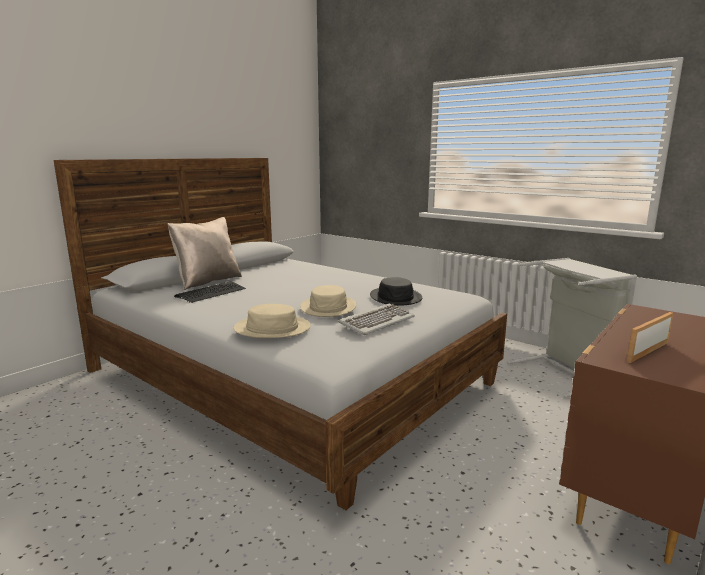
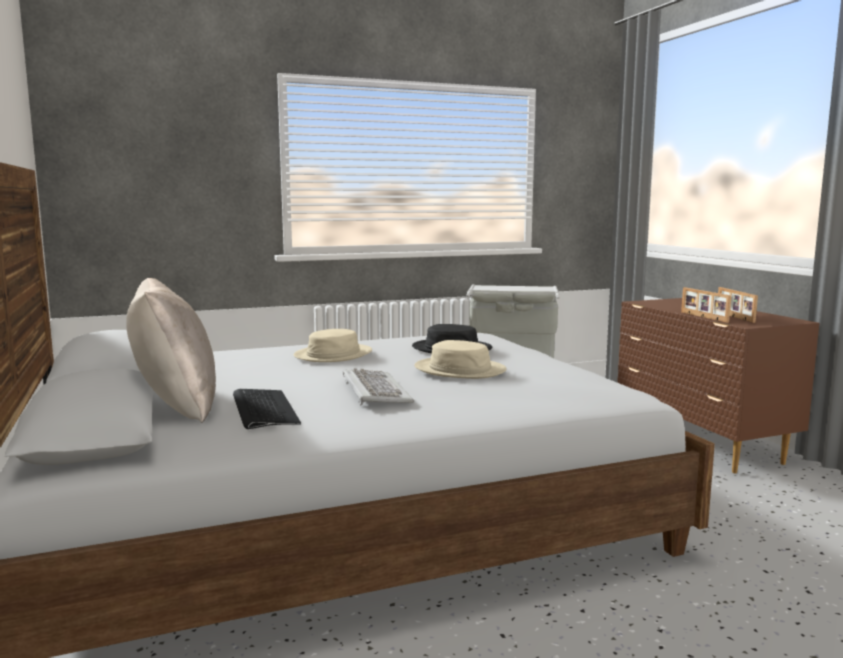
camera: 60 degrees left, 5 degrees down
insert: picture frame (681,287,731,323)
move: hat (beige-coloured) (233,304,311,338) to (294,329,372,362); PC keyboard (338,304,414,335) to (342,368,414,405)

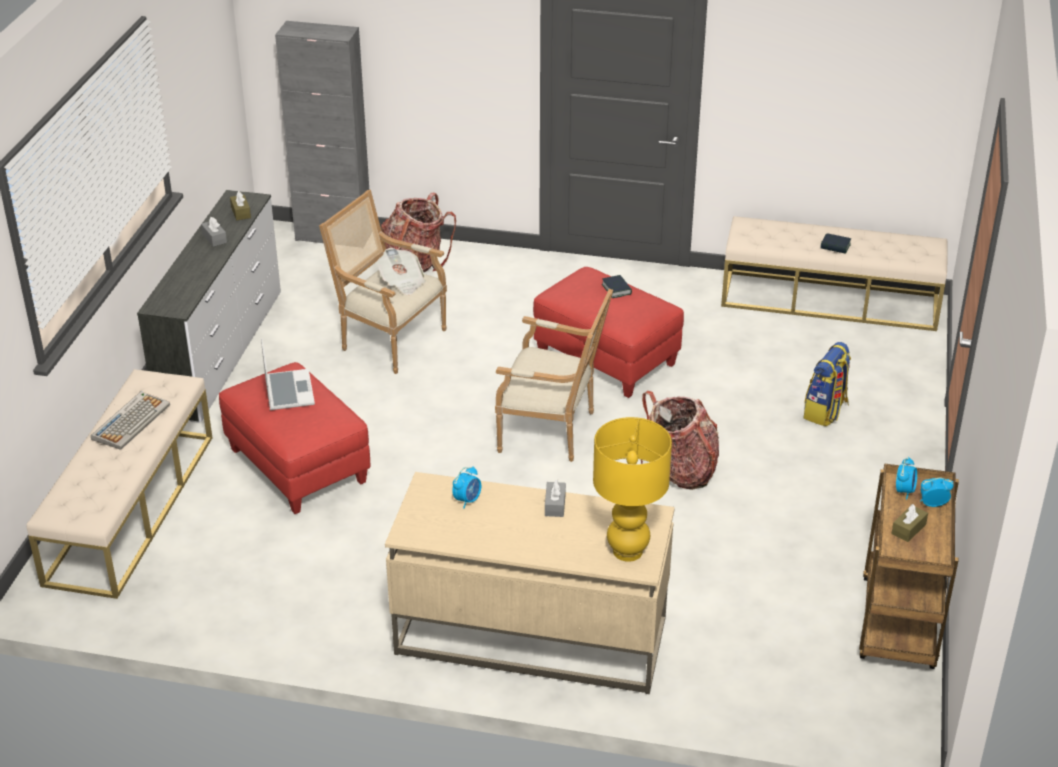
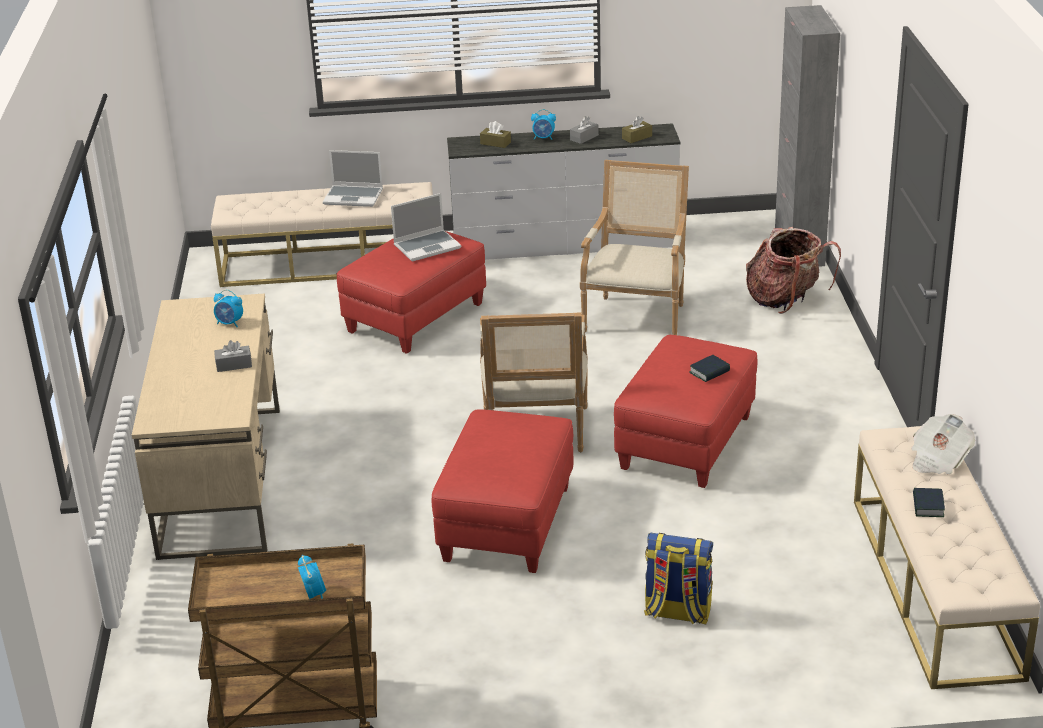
camera: 75 degrees right, 5 degrees down
delete: lamp for a table (yellow) (593,417,672,562)
move: tissue box (brown-coloured) (891,504,928,542) to (480,121,511,148); table clock (896,457,917,499) to (531,109,556,140); newspaper (377,248,426,295) to (911,414,975,474)
replace: PC keyboard (91,391,170,450) to laptop (323,150,383,207); backpack (641,391,719,490) to footrest (red) (432,409,573,573)

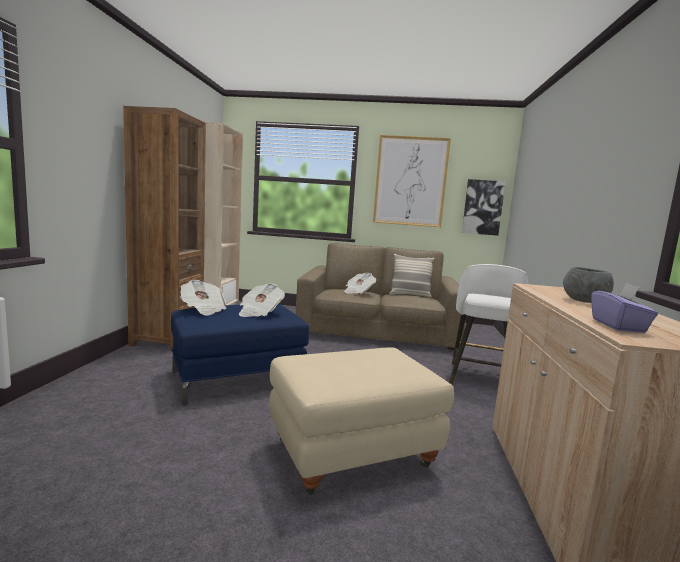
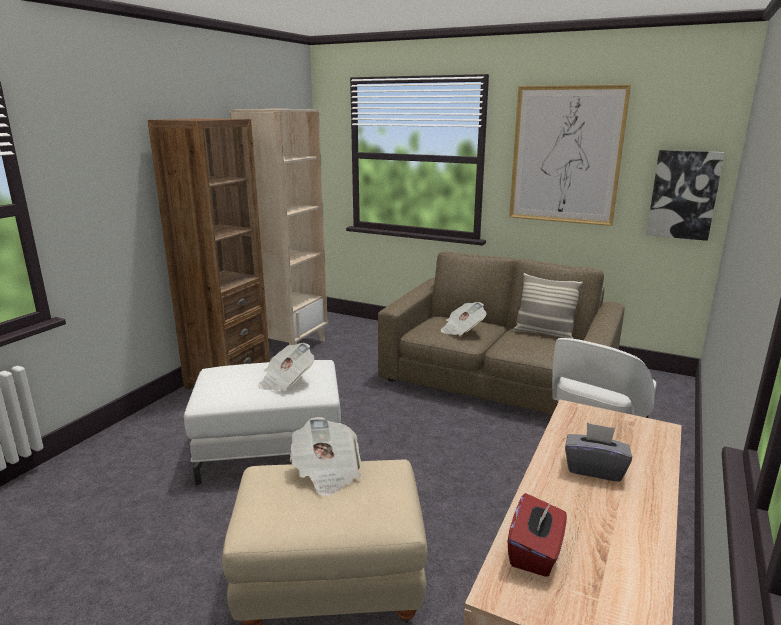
camera: 20 degrees right, 10 degrees up
move: newspaper (180,280,227,316) to (290,417,361,497)
replace: deep dish (gray) (563,267,614,303) to tissue box (gray) (565,422,632,482)
recolor: footrest (blue-coloured) (171,304,309,406) to footrest (whitish) (184,360,341,485); tissue box (purple-coloured) (592,283,658,333) to tissue box (red) (507,493,567,577)

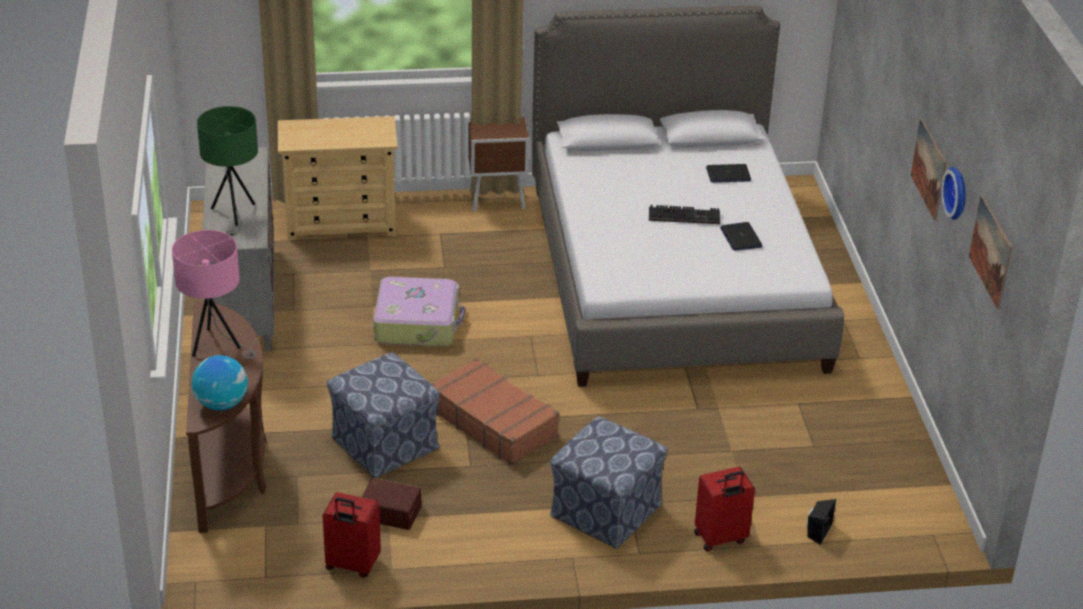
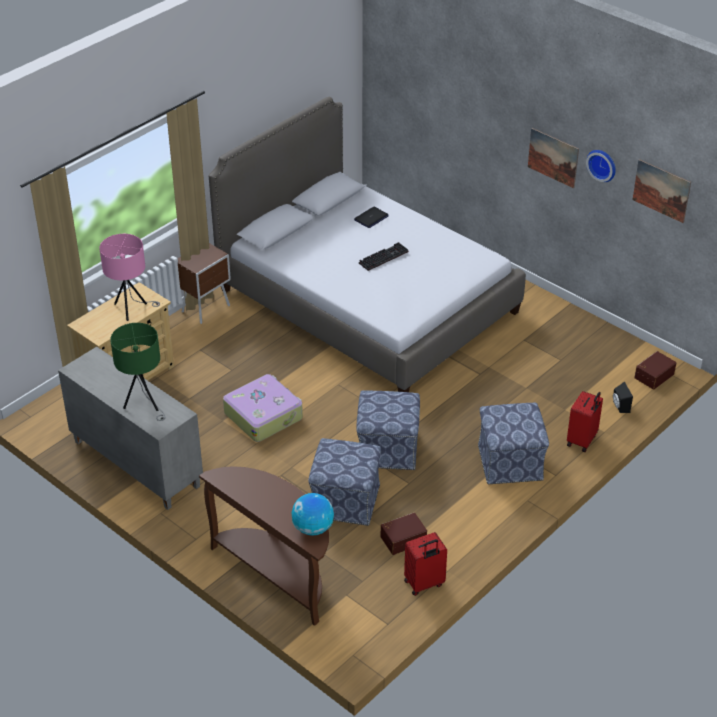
camera: 40 degrees left, 5 degrees up
delete: laptop (720,222,762,251)
insert: storage bin (brown-coloured) (634,351,676,390)
move: lamp for a table (pink) (172,230,256,359) to (99,234,160,321)
replace: piece of luggage (brown-coloured) (430,358,560,466) to footrest (356,390,420,470)

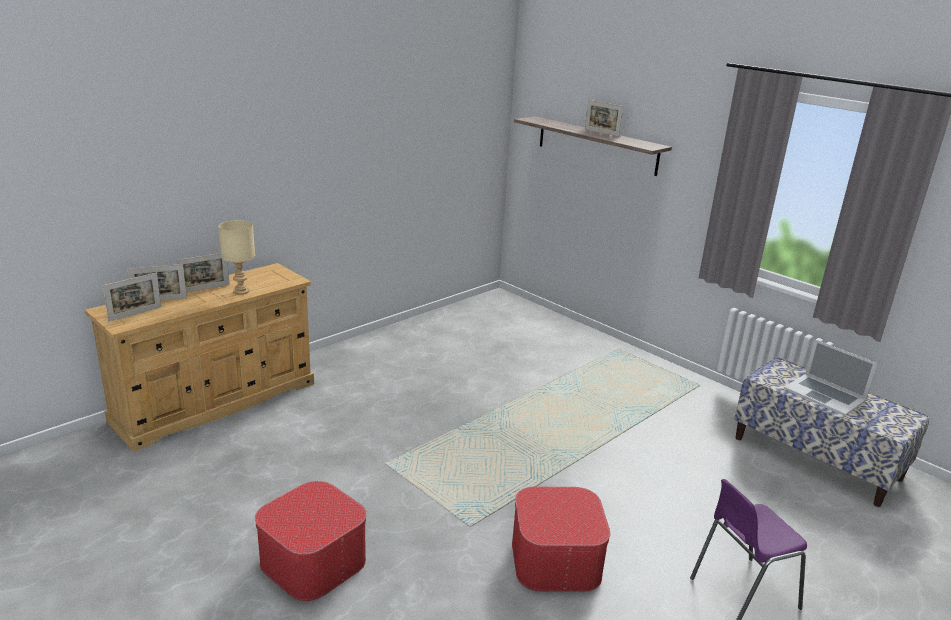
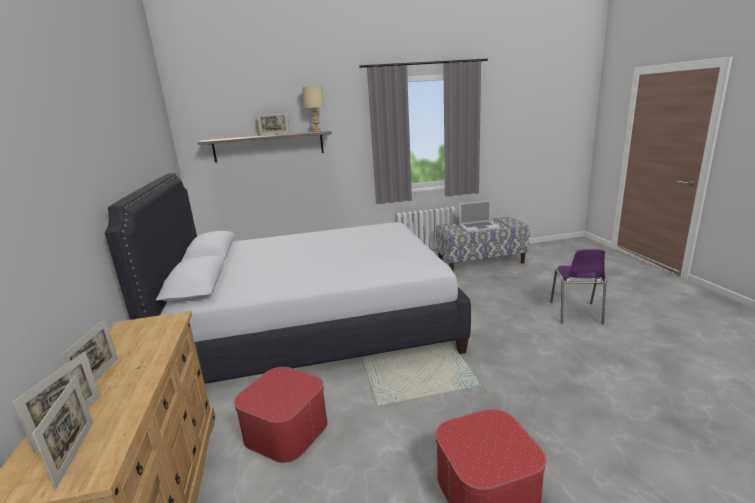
camera: 55 degrees left, 5 degrees down
insert: bed (whitish) (105,173,471,384)
move: footrest (512,487,610,592) to (234,367,328,463); lamp for a table (beige-coloured) (218,220,255,295) to (302,86,324,132)

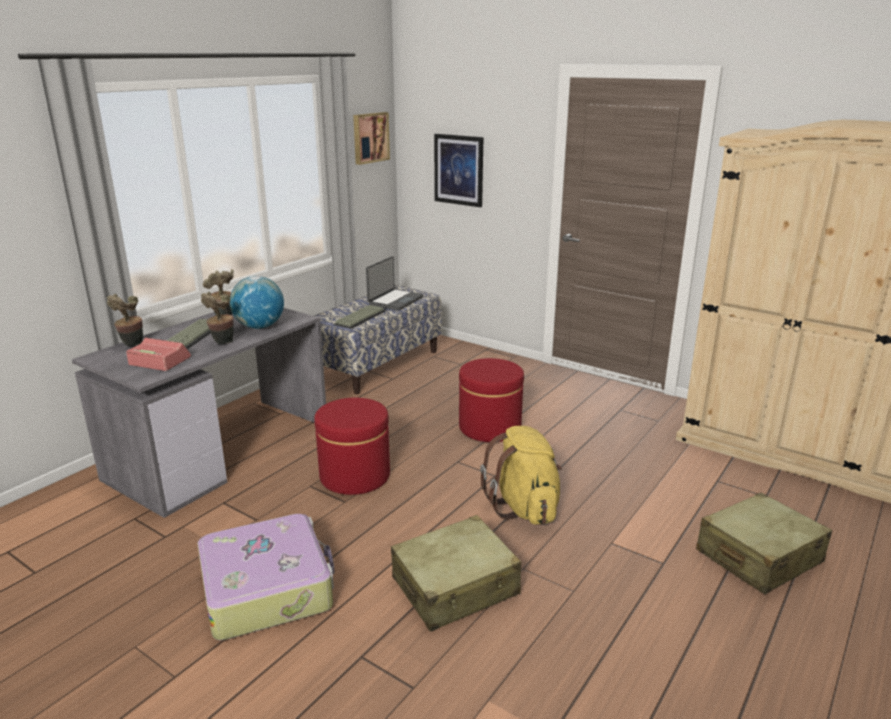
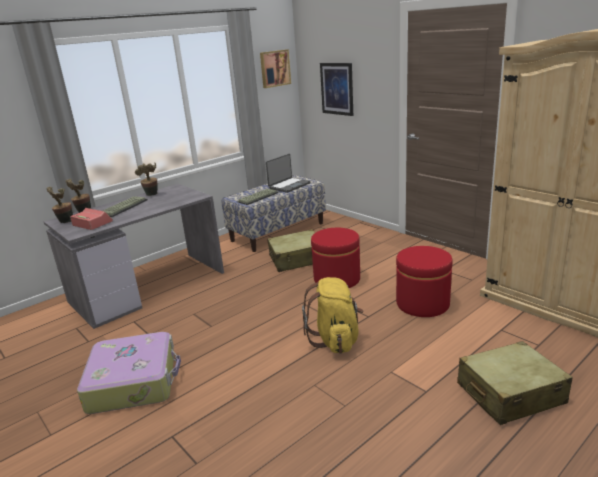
camera: 15 degrees right, 0 degrees up
delete: desk globe (230,276,284,329)
move: plant in a pot (201,292,234,344) to (46,186,73,223); piece of luggage (beige-coloured) (391,515,521,632) to (267,229,315,272); footrest (red) (314,398,390,495) to (396,246,453,317)

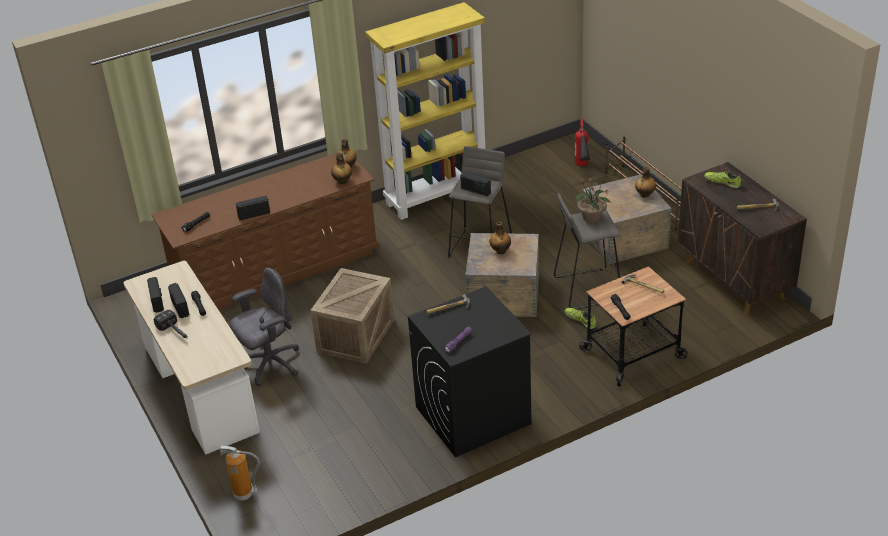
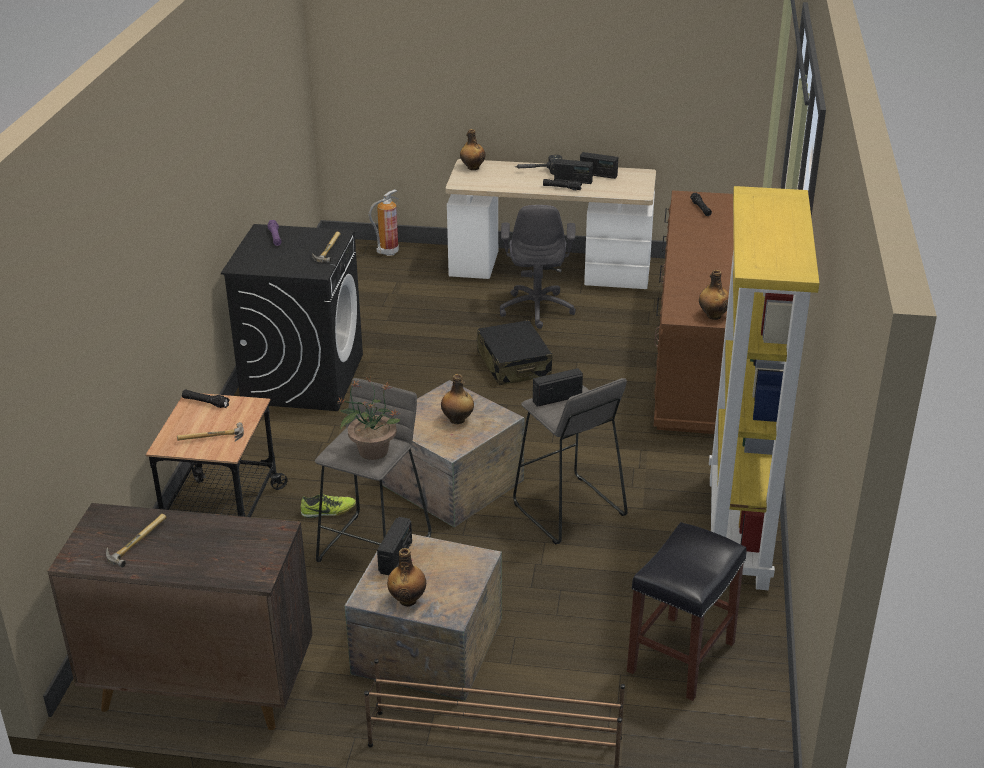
camera: 125 degrees right, 5 degrees down
delete: fire-fighting cylinder (575,116,590,166); low shoe (704,171,741,188)
insert: stool seat (black) (627,522,747,701)
move: radio (236,196,270,220) to (377,517,412,575); drink bottle (331,152,352,184) to (460,129,485,170)
replace: crate (310,268,394,364) to piece of luggage (black) (477,320,552,385)

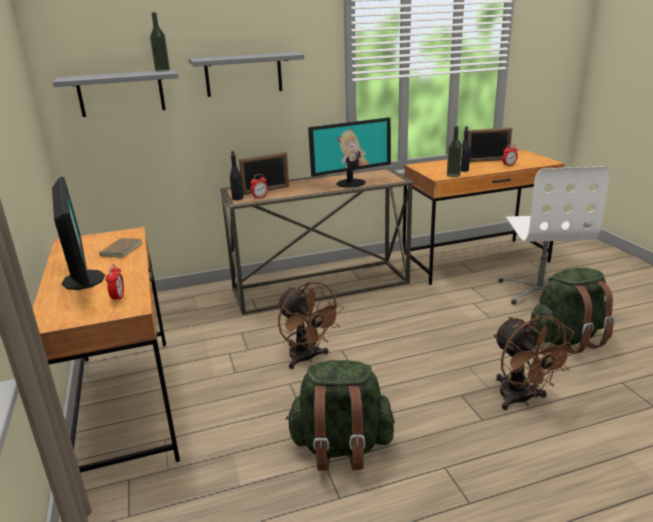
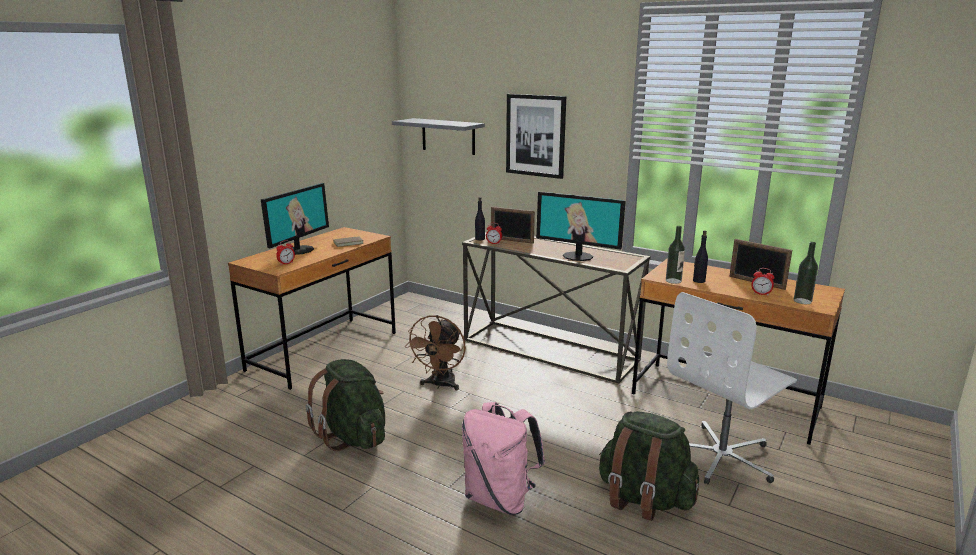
camera: 50 degrees right, 5 degrees down
move: drink bottle (150,12,170,72) to (794,242,818,304)
replace: cooling fan (brown-coloured) (493,316,578,410) to backpack (pink) (462,402,545,515); wall shelf (gray) (189,52,304,97) to picture (506,94,566,179)

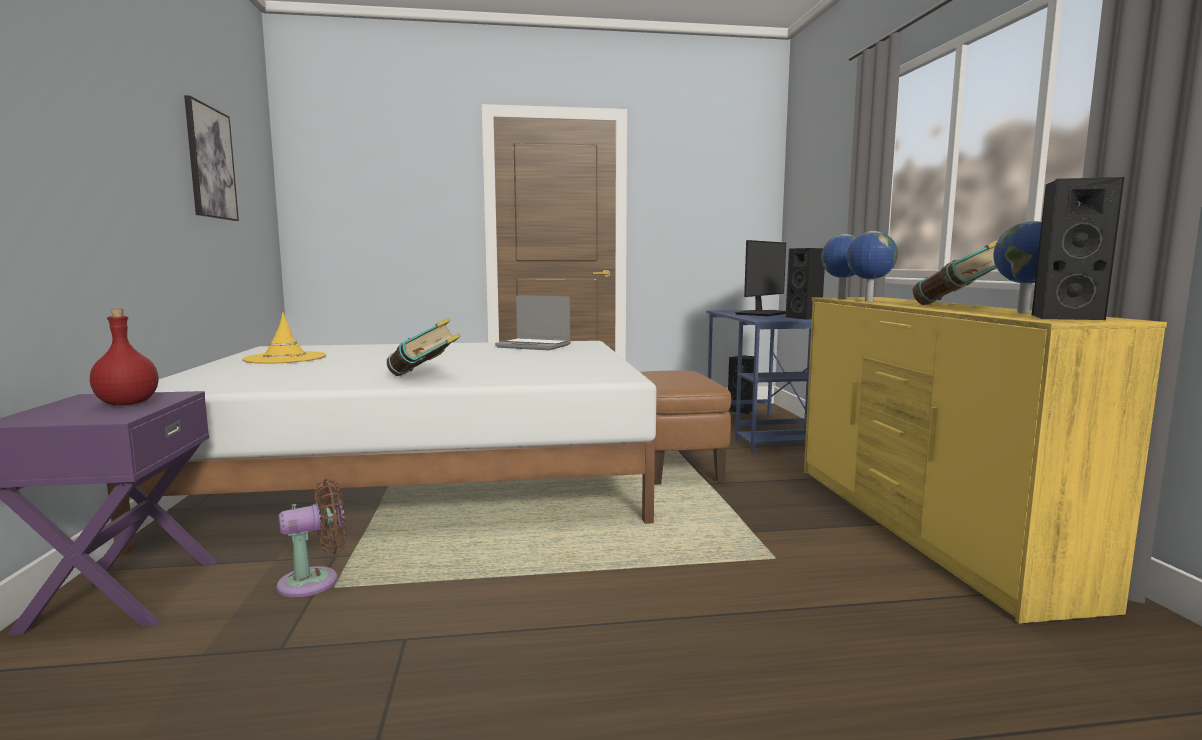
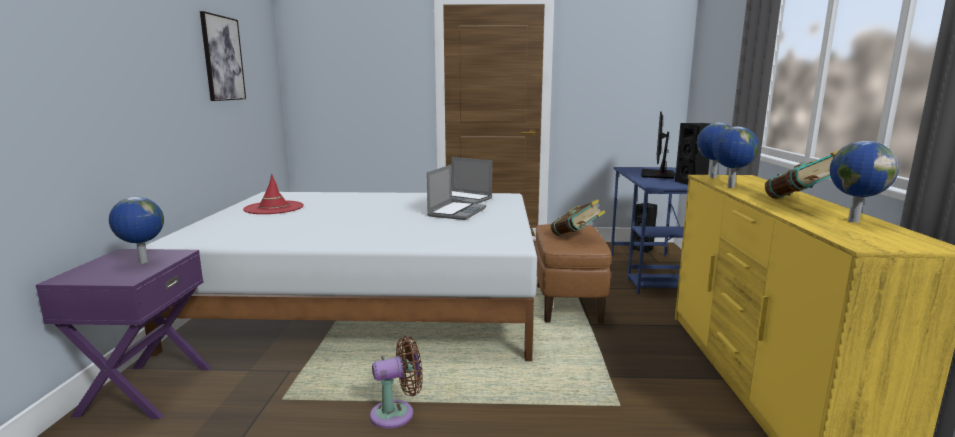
camera: 10 degrees right, 5 degrees up
delete: audio speaker (black) (1032,177,1124,320)
insert: laptop (427,165,486,220)
move: cooling fan (brown-coloured) (276,478,346,597) to (370,336,423,429); bound book (387,317,460,376) to (550,199,606,236)
replace: drink bottle (red) (90,309,158,405) to desk globe (109,197,164,264)
recolor: hat (yellow) (242,312,326,364) to hat (red) (243,174,304,214)
rotate: computer display (735,240,786,316) = (641,111,676,179) 150 degrees clockwise

